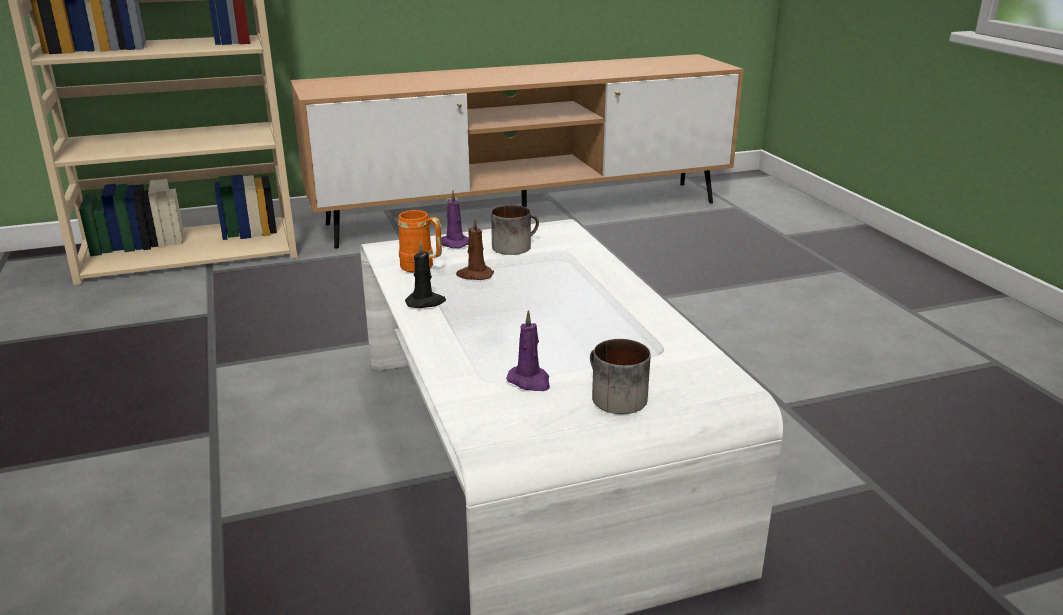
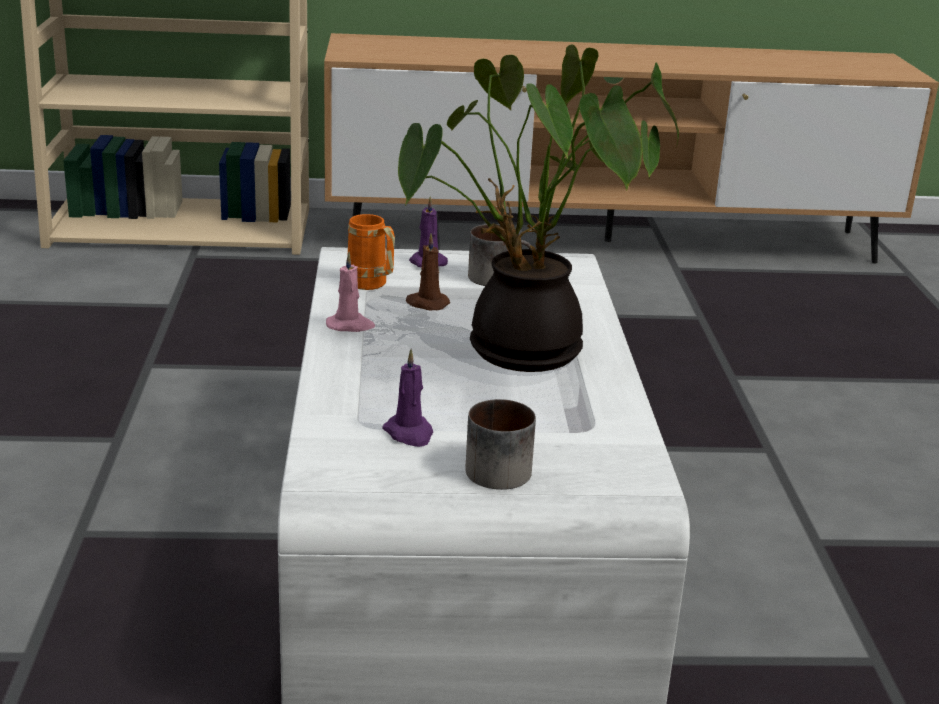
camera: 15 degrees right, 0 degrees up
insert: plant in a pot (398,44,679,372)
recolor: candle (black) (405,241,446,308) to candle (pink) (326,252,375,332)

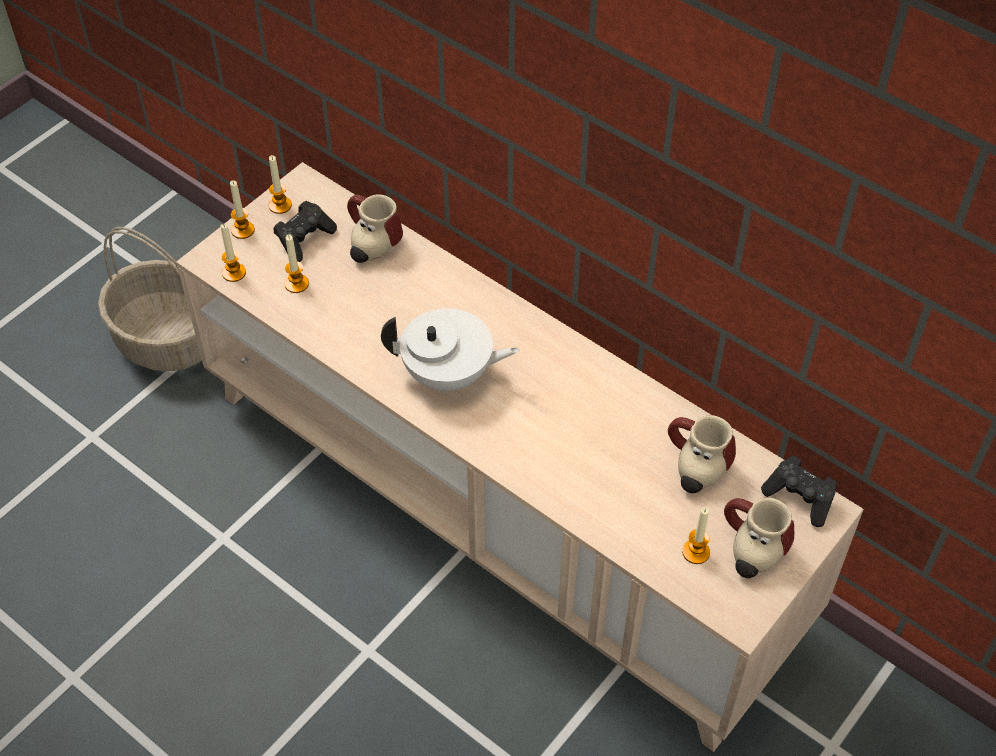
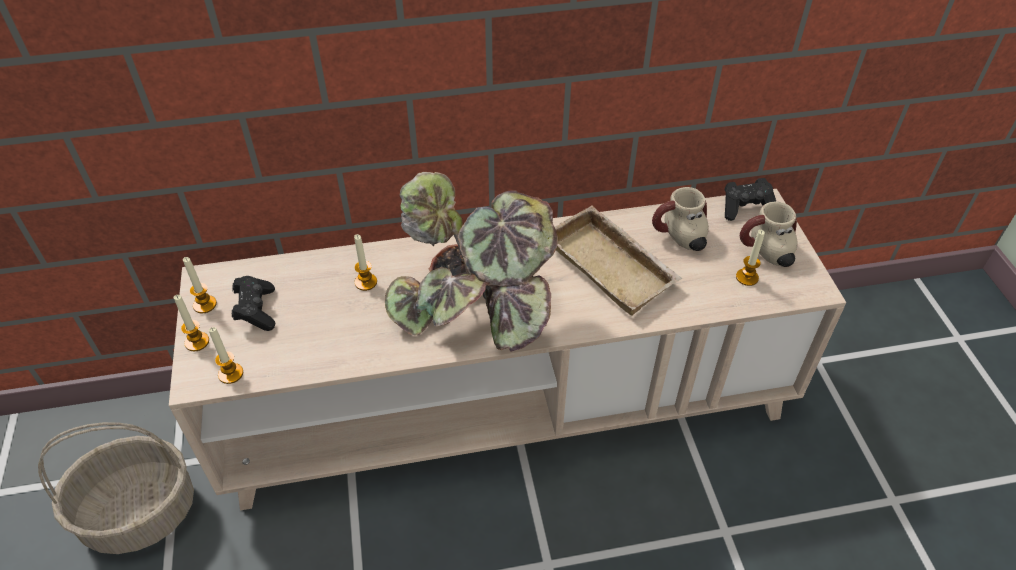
camera: 50 degrees left, 5 degrees down
delete: coffee mug (347,194,403,263)
insert: serving tray (beige-coloured) (555,205,682,316)
move: candle (285,234,309,293) to (354,234,377,291)
replace: tea pot (whitish) (381,308,520,394) to plant in a pot (385,172,558,352)

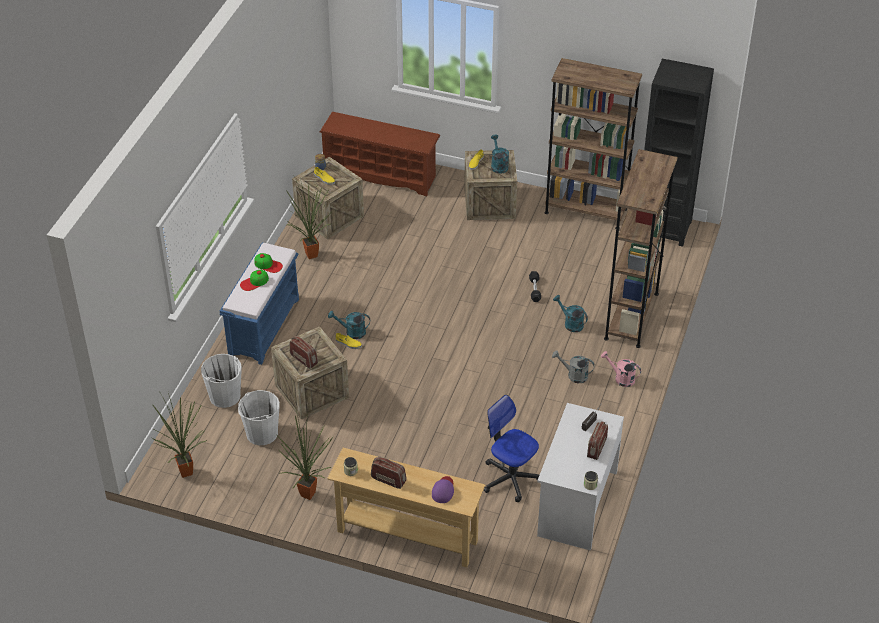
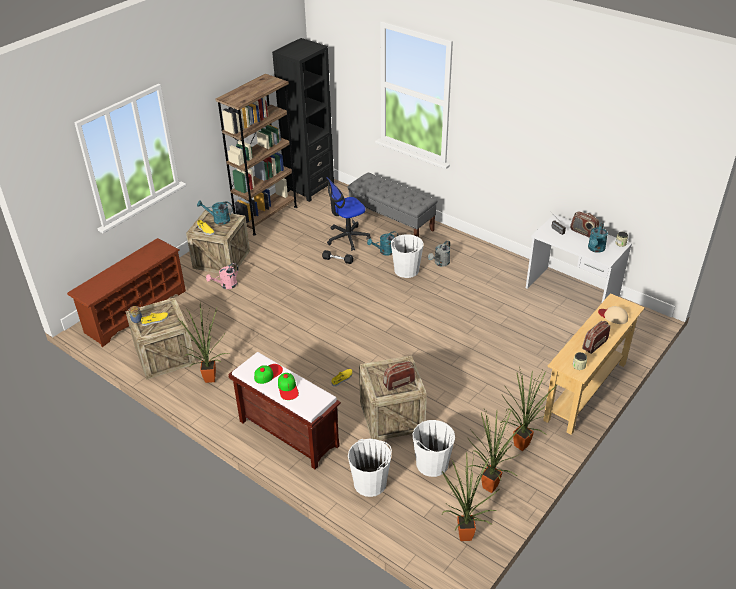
camera: 70 degrees left, 5 degrees down
insert: bucket (whitish) (391,234,424,278); plant in a pot (467,408,526,493)
move: watering pot (pink) (601,351,641,387) to (206,263,238,289); desk chair (484,395,540,502) to (326,177,371,251); watering pot (turquoise-coloured) (328,311,370,339) to (588,223,608,253)
replace: bookshelf (brown-coloured) (604,149,678,348) to bench (gray) (347,173,438,237)
recolor: bench (blue-coloured) (220,242,299,365) to bench (brown-coloured) (228,352,341,469); baseball cap (purple-coloured) (432,476,454,503) to baseball cap (beige-coloured) (598,306,628,324)

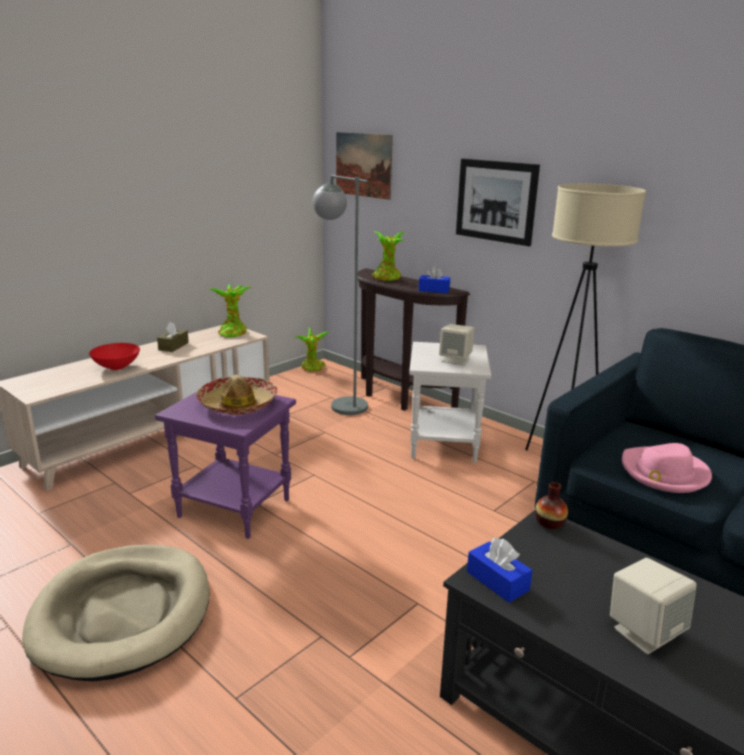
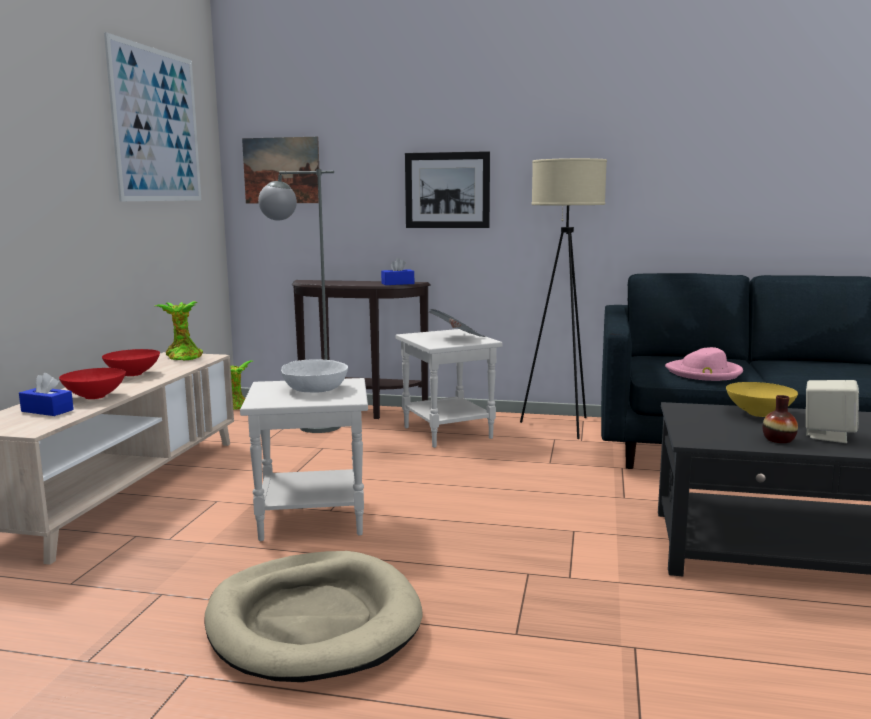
camera: 30 degrees left, 10 degrees down
delete: plant in a pot (372,231,405,281)
insert: picture (104,32,201,201); deep dish (yellow) (726,382,798,417)
move: tissue box (blue-coloured) (467,538,532,603) to (19,373,74,416); decorative vase (535,482,568,529) to (762,395,798,443)
replace: tissue box (brown-coloured) (157,322,189,352) to deep dish (red) (102,349,160,376); hat (196,375,278,415) to deep dish (whitish) (281,359,348,393); audio speaker (beige-coloured) (439,324,475,365) to newspaper (429,309,486,337)
recolor: side table (purple-coloured) (155,392,296,539) to side table (whitish) (240,378,368,541)

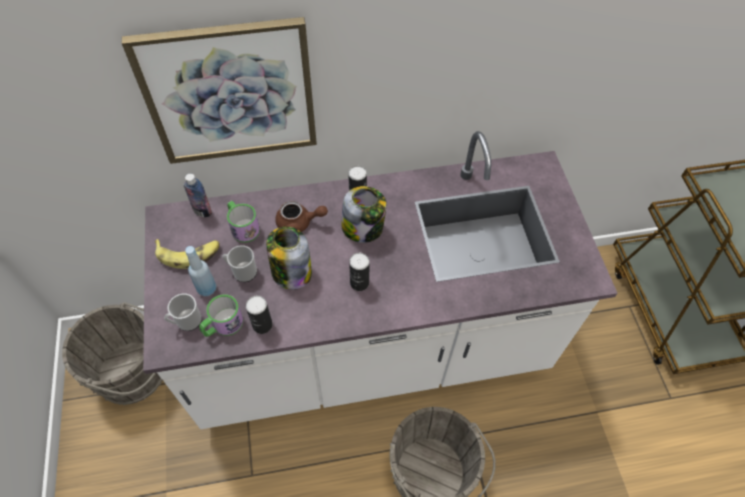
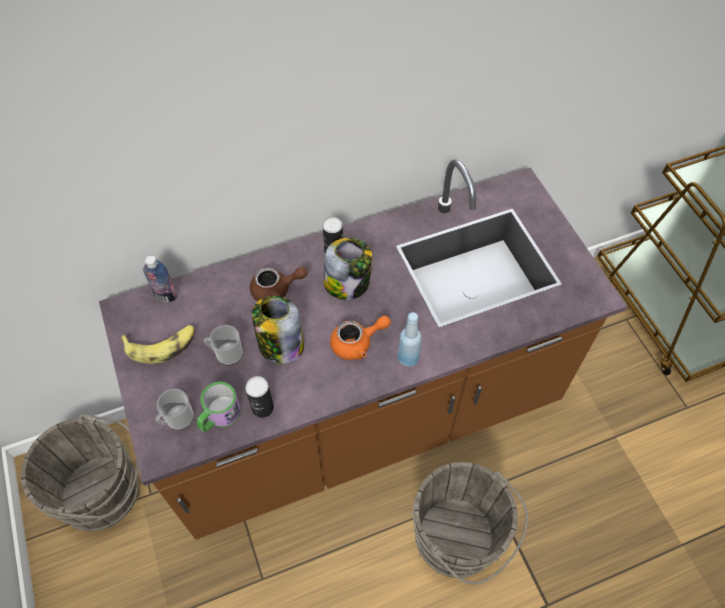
camera: 10 degrees left, 0 degrees up
delete: picture (122,17,317,164); coffee mug (227,201,260,243)
move: drink bottle (blue-coloured) (185,246,217,296) to (398,312,422,367)
replace: sealed can (349,253,370,291) to tea pot (orange-coloured) (330,316,391,360)
recolor: counter (whitish) (143,131,618,429) to counter (brown-coloured) (99,159,627,540)

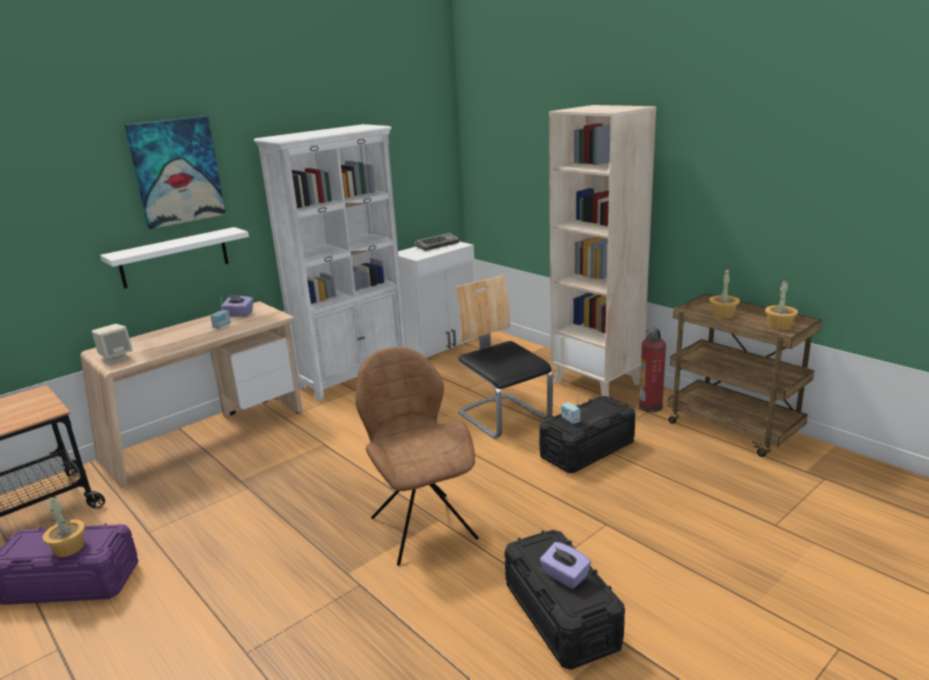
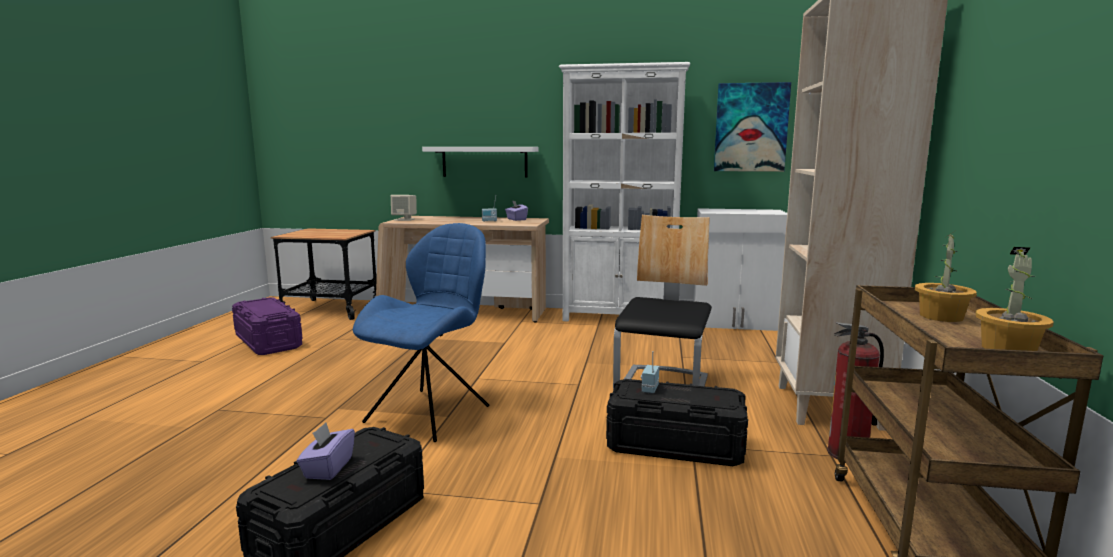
camera: 50 degrees right, 10 degrees down
delete: plant in a pot (43,497,85,557); PC keyboard (414,233,459,251)
move: picture (125,116,226,229) to (714,82,791,172)
recolor: chair (brown-coloured) (355,347,479,566) to chair (blue-coloured) (353,223,489,442)

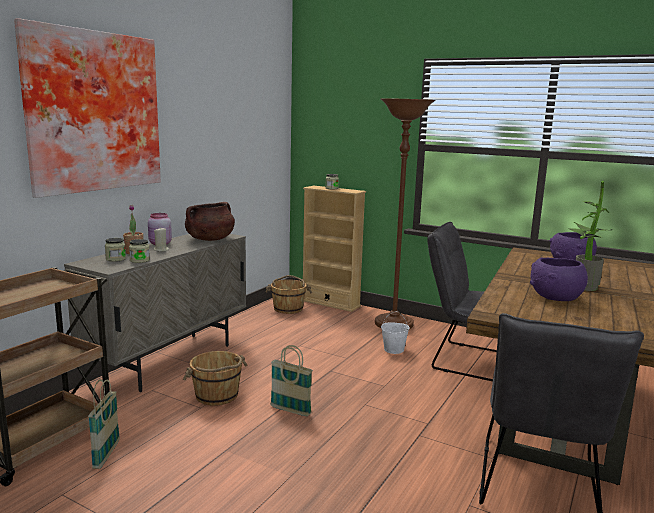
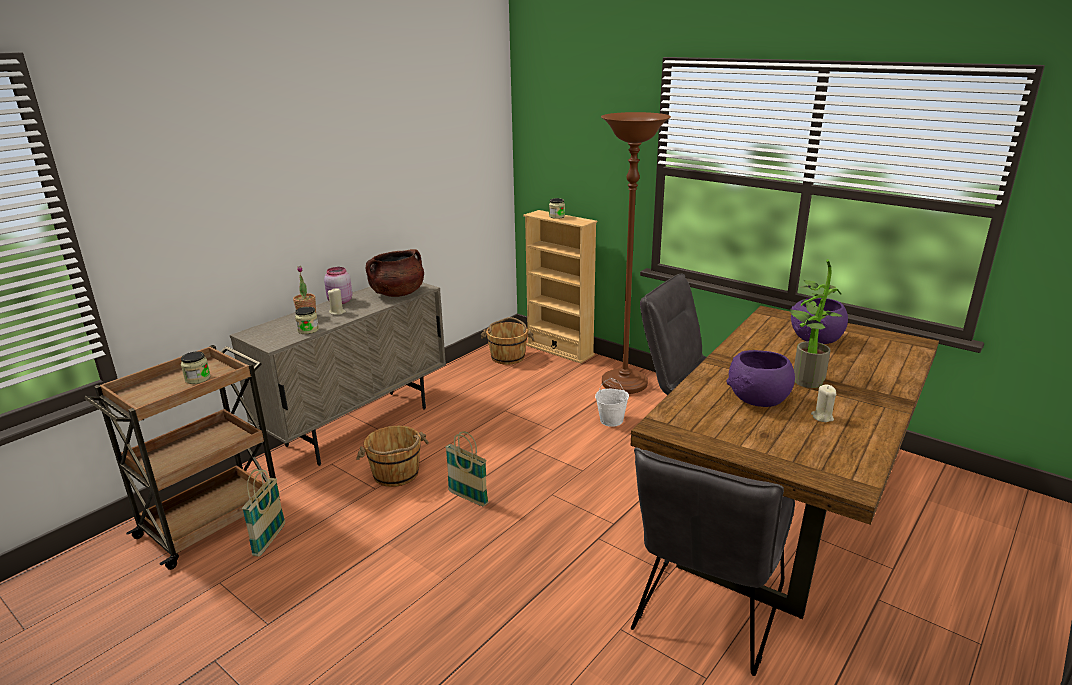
camera: 10 degrees right, 10 degrees up
delete: picture (14,18,161,198)
insert: candle (beige-coloured) (811,385,836,422)
move: jar (105,238,126,262) to (181,352,211,384)

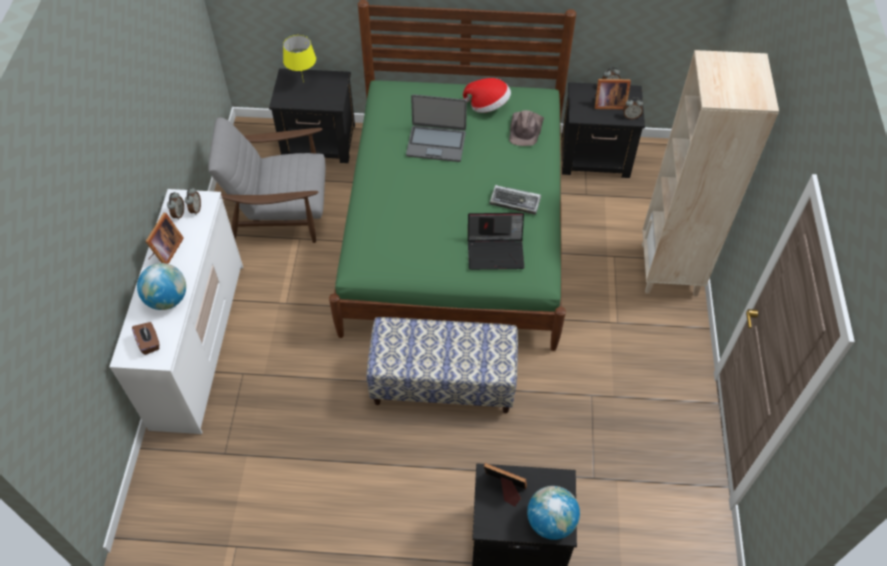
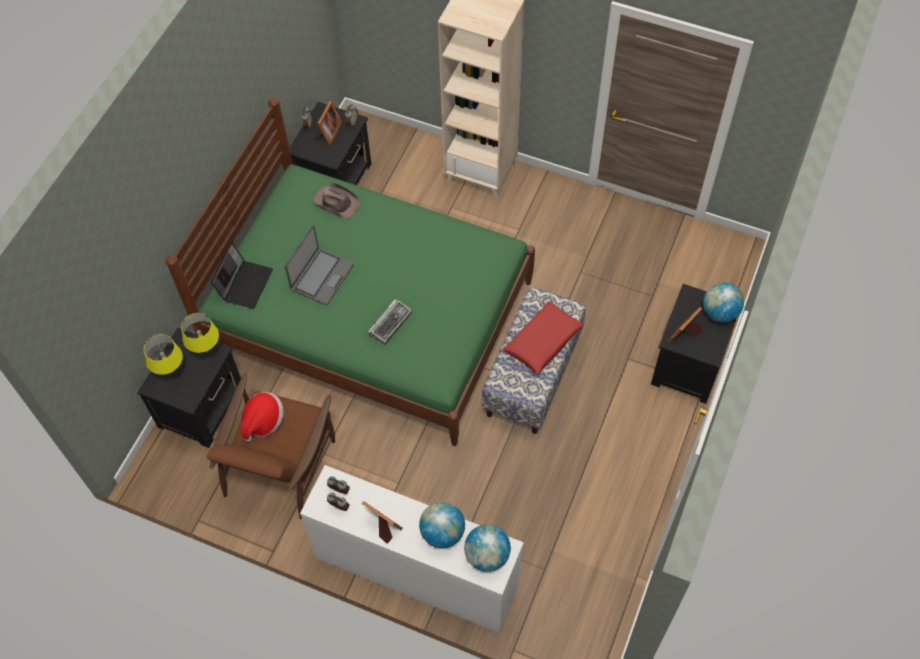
camera: 70 degrees left, 5 degrees up
insert: lamp for a table (yellow) (181,313,219,353); pillow (red) (503,301,584,374)
move: laptop (468,213,524,270) to (211,242,273,309); hat (463,78,511,113) to (240,392,283,442); PC keyboard (490,185,541,215) to (367,299,412,345)
replace: tissue box (brown-coloured) (132,322,160,355) to desk globe (464,524,511,572)
recolor: easy chair (gray) (208,118,326,243) to easy chair (brown-coloured) (207,373,335,519)

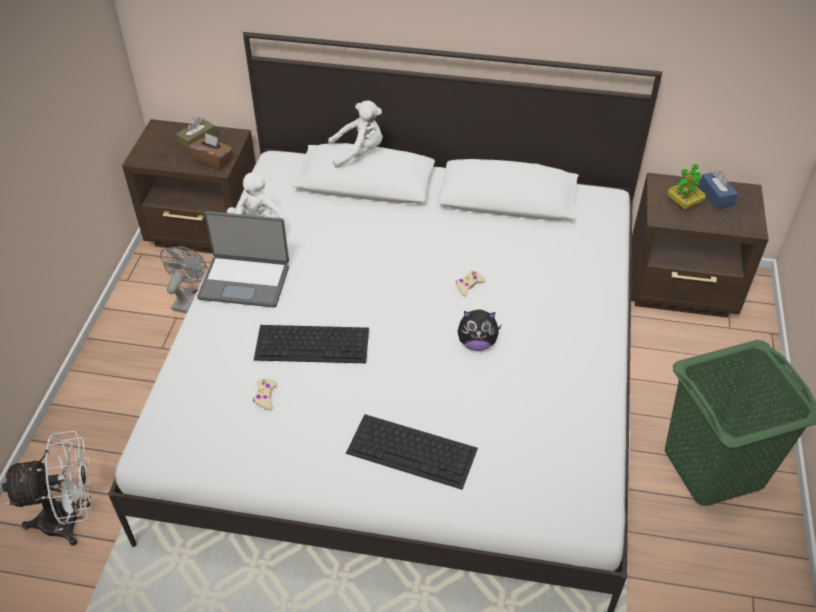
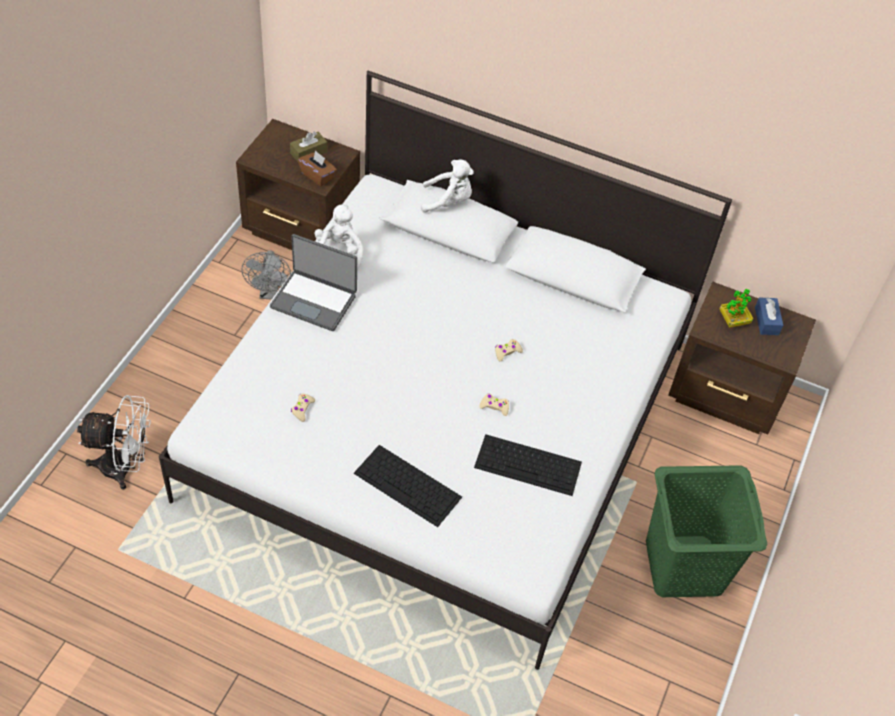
camera: 10 degrees right, 5 degrees up
move: PC keyboard (254,325,369,363) to (474,434,582,496)
replace: plush toy (457,309,501,351) to joypad (beige-coloured) (479,394,509,416)
rotate: cooling fan (gray) (160,247,208,314) = (241,250,291,300) 150 degrees clockwise

